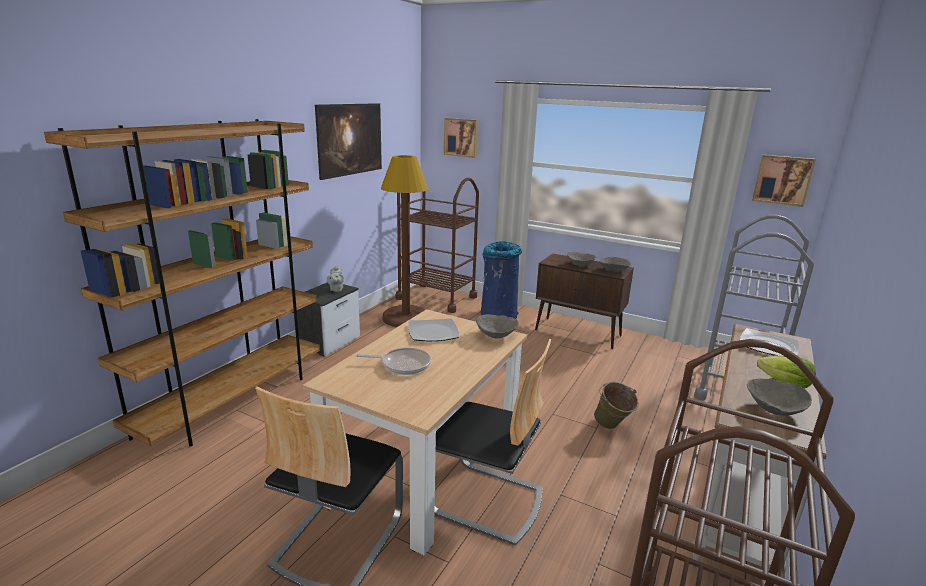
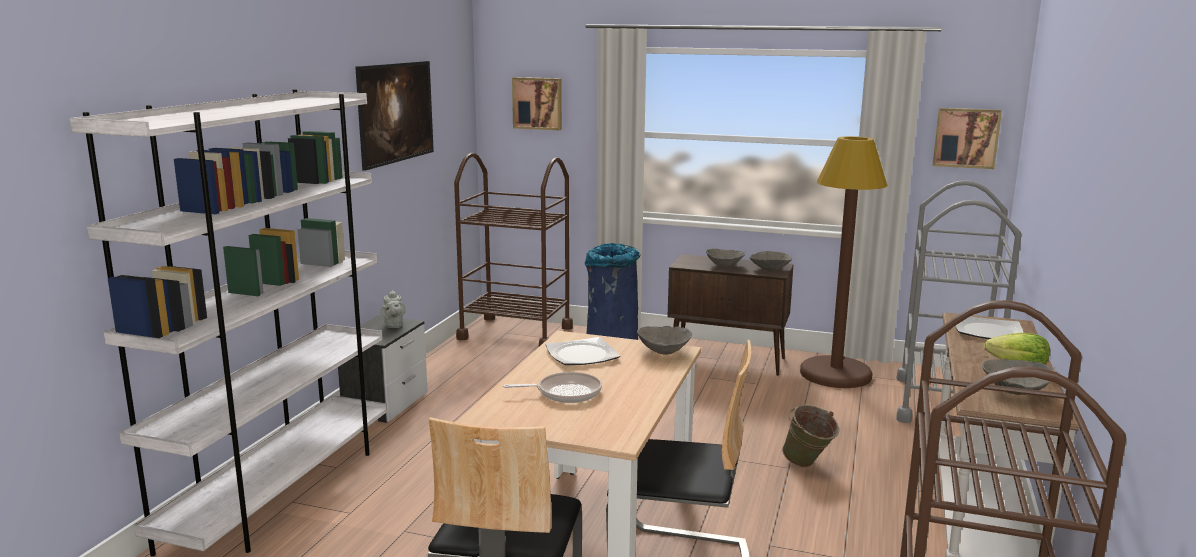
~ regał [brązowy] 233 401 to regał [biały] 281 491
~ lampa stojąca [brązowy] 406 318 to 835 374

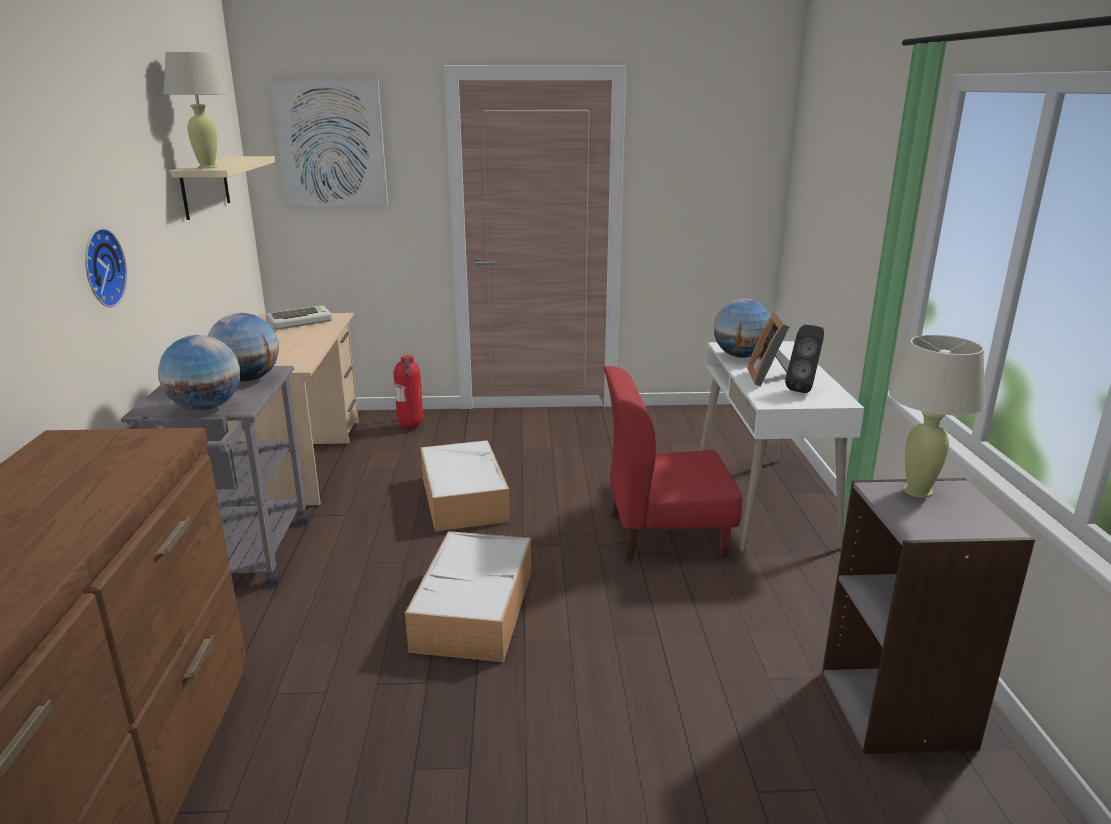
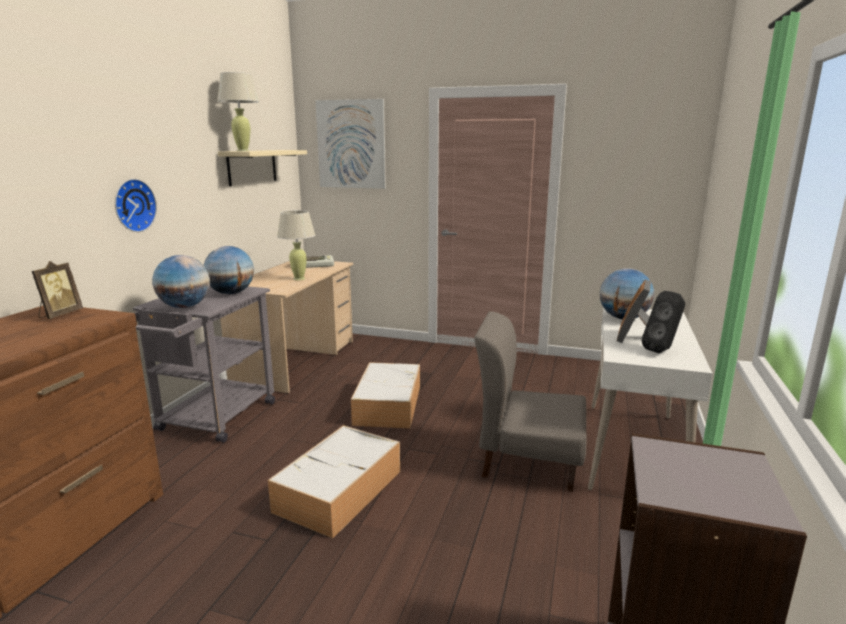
- gaśnica 411 427
~ krzesło [czerwony] 664 534 to krzesło [szary] 528 461
~ lampa stołowa [beżowy] 918 491 to 299 279
+ ramka na zdjęcie 59 315

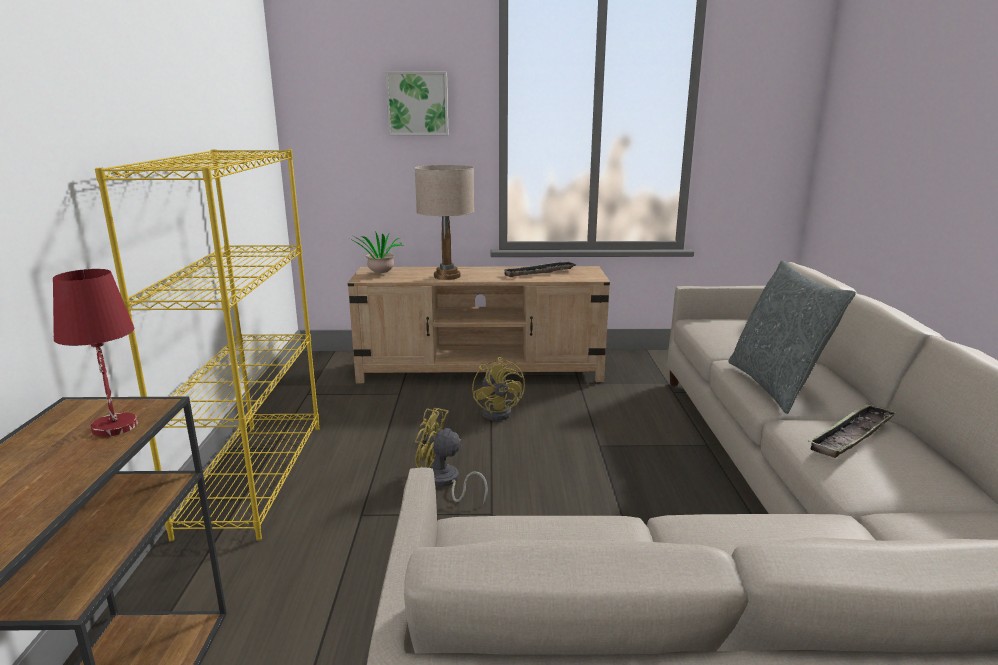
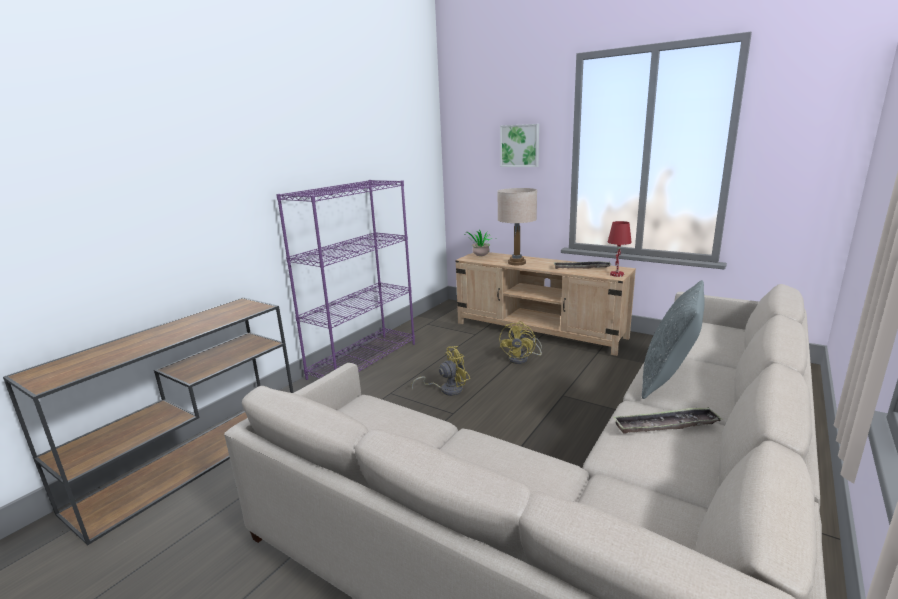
~ lampa stołowa [czerwony] 114 426 to 616 274
~ regał [żółty] 254 475 to regał [fioletowy] 364 360
~ wentylator [żółty] 444 482 = 447 389 105 degrees clockwise

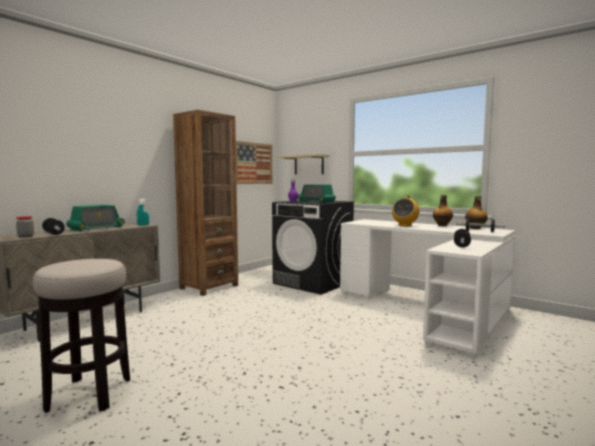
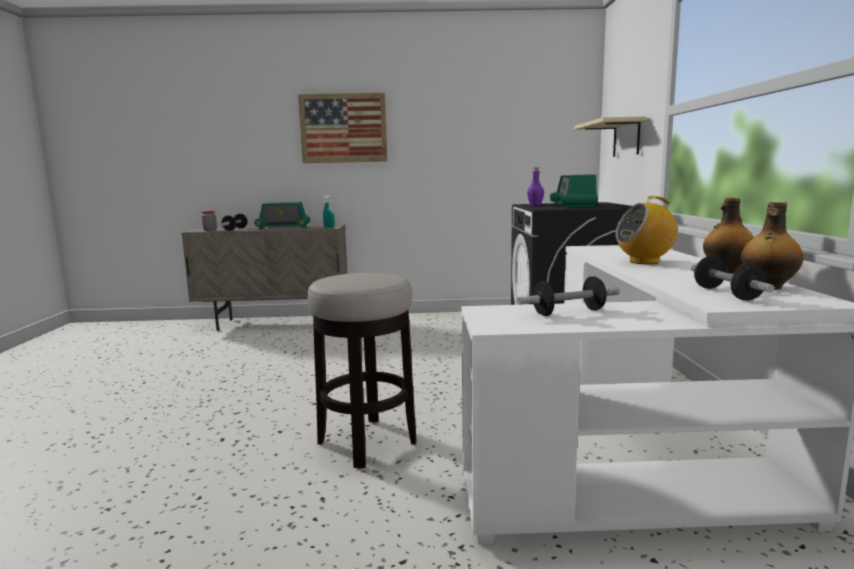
~ stołek 89 394 to 367 442
- regał [brązowy] 209 287
~ obraz 253 163 to 343 128

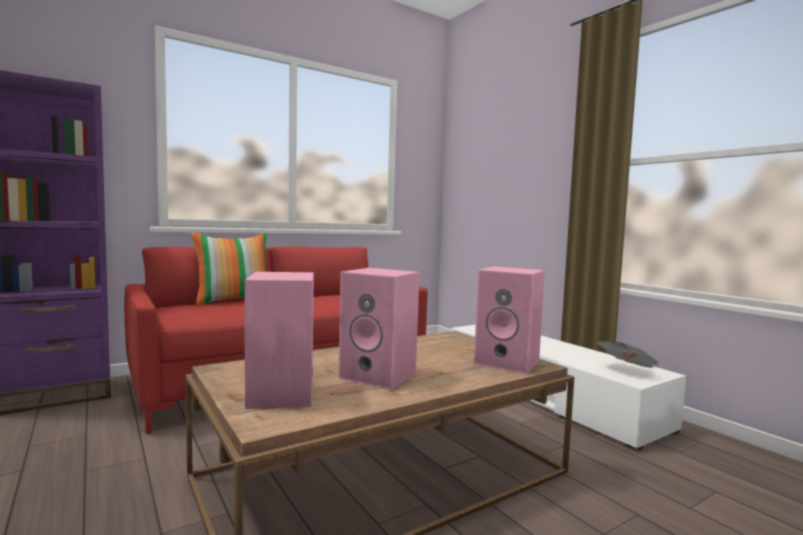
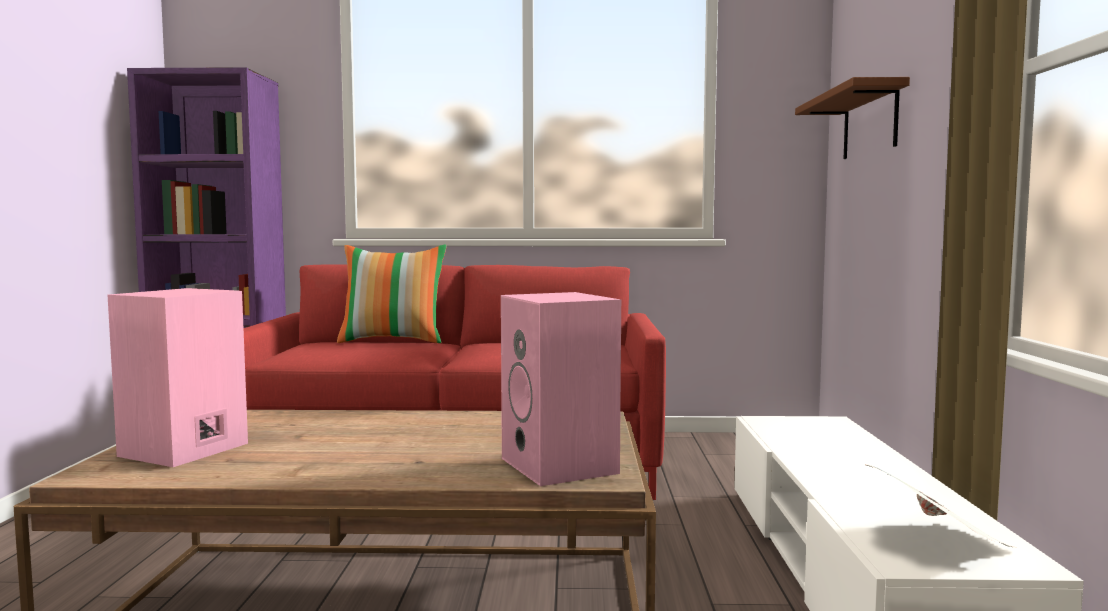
- głośnik [różowy] 380 375
+ półka [brązowy] 870 123

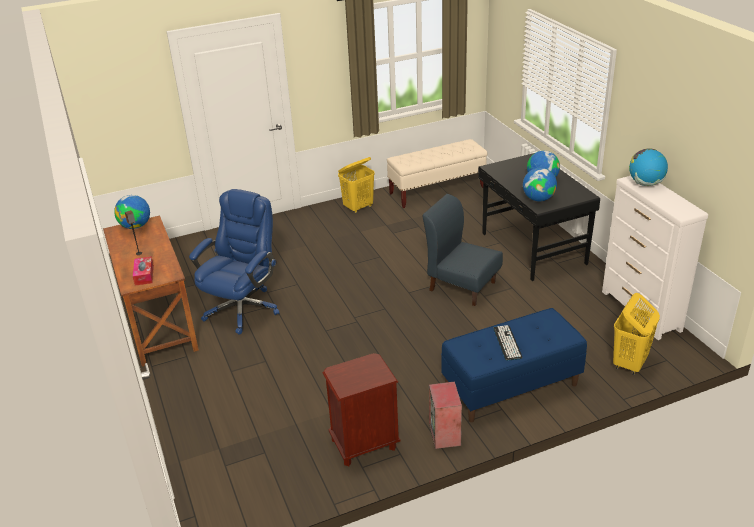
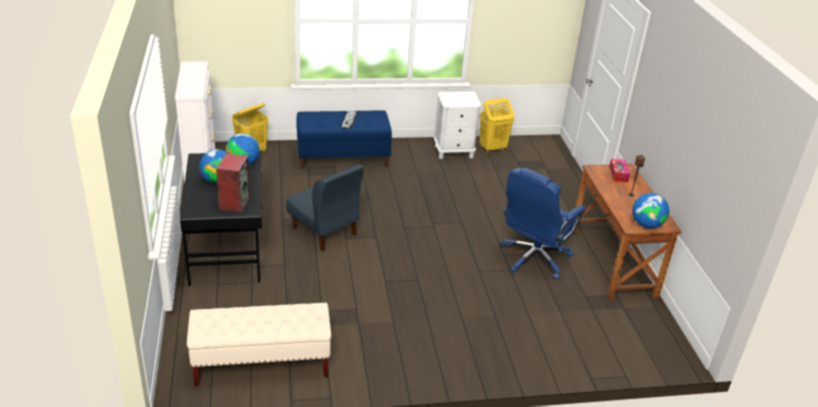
~ szafka nocna [brązowy] 363 444 to szafka nocna [biały] 454 152
~ kosz na pranie [żółty] 358 207 to 492 148
~ głośnik 445 435 to 234 202
- globus 645 184

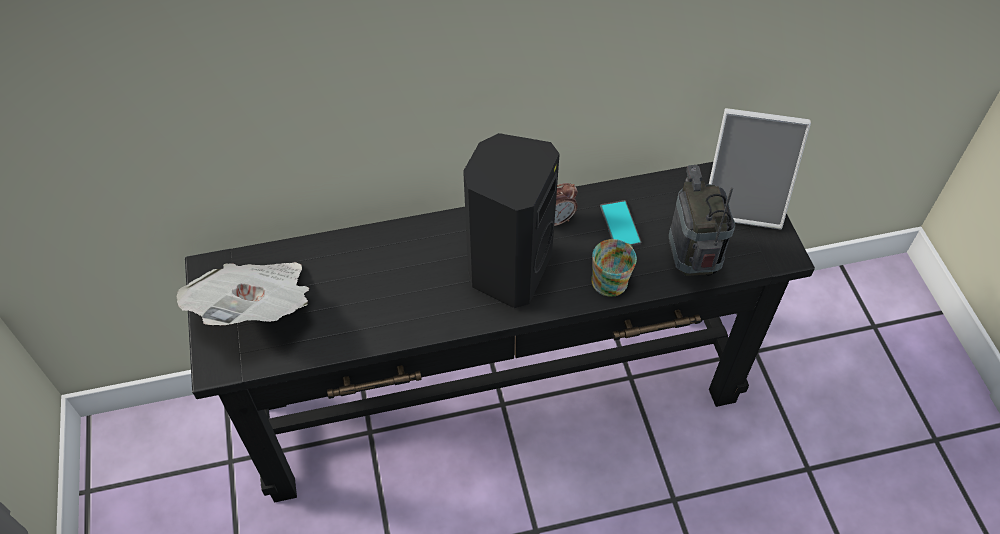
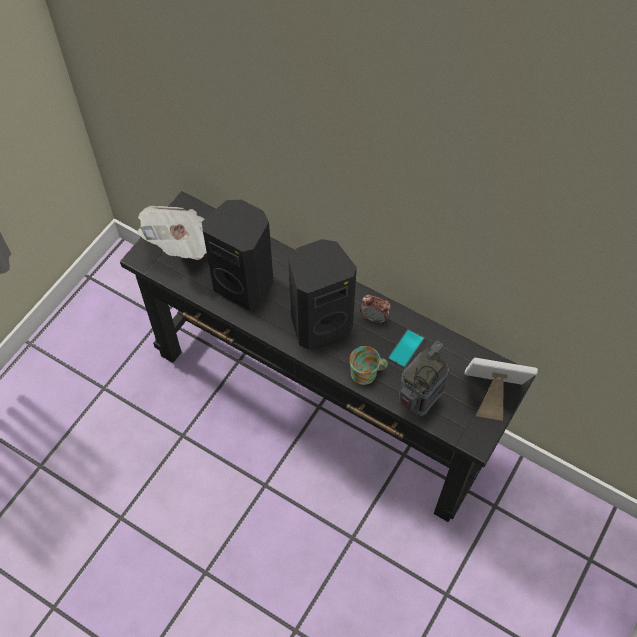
~ ramka na zdjęcie 743 202 = 491 394 135 degrees clockwise
+ głośnik [czarny] 245 285

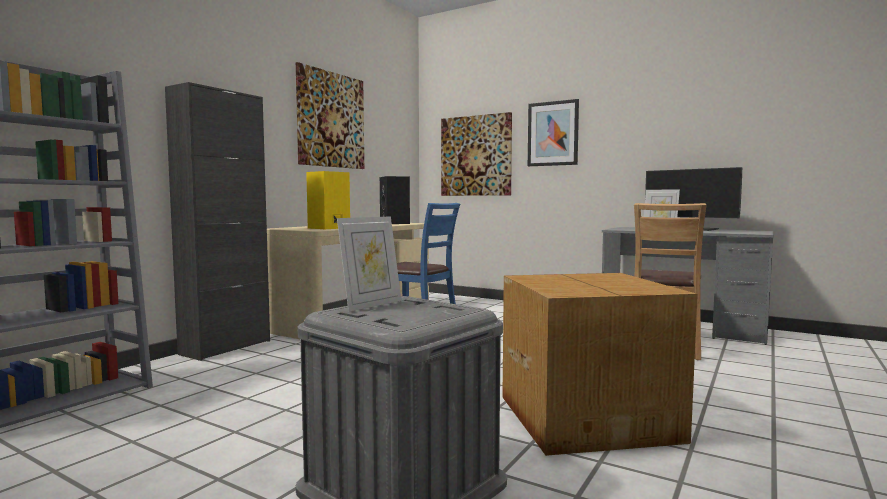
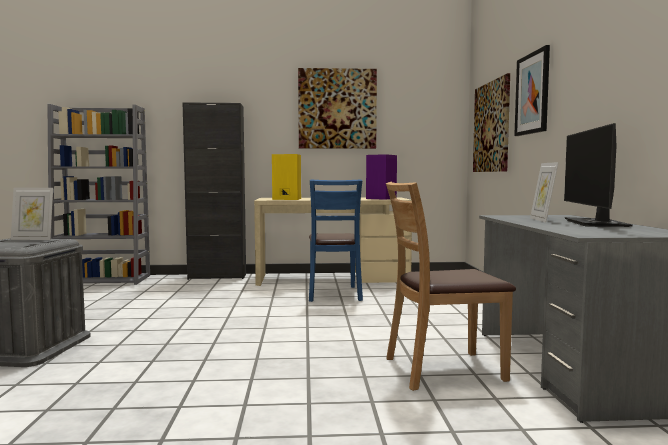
~ głośnik [czarny] 395 223 to głośnik [fioletowy] 381 198
- karton 587 417

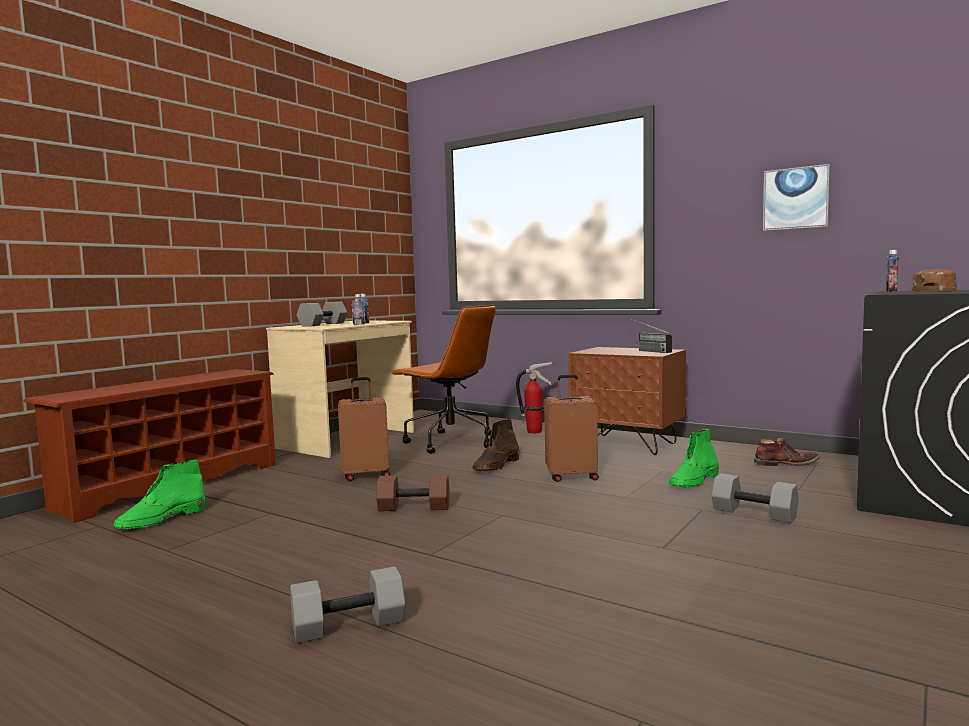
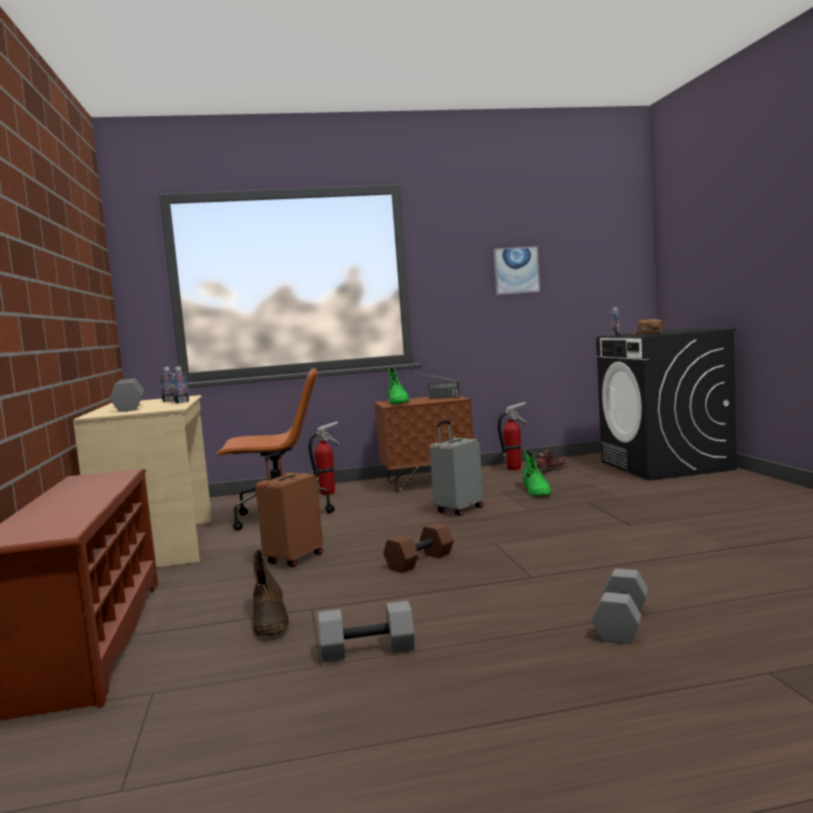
~ but z cholewką [zielony] 161 520 to 398 402
~ but z cholewką [brązowy] 496 466 to 270 621
~ walizka [brązowy] 571 476 to walizka [szary] 458 510
~ hantel [szary] 755 513 to 368 649
+ gaśnica 514 469

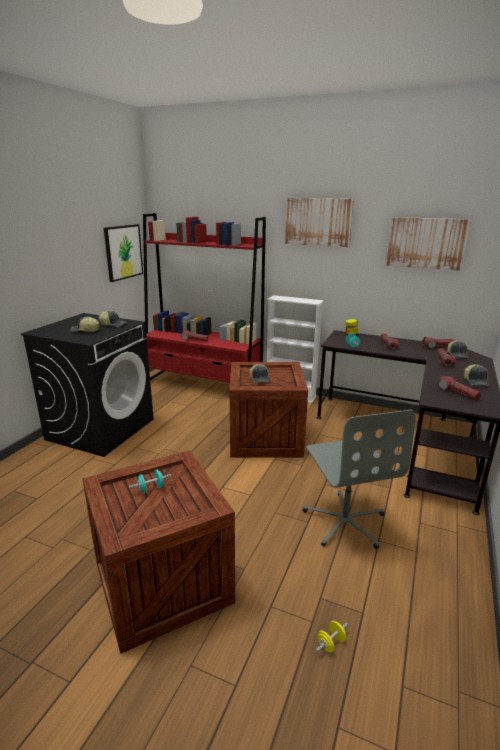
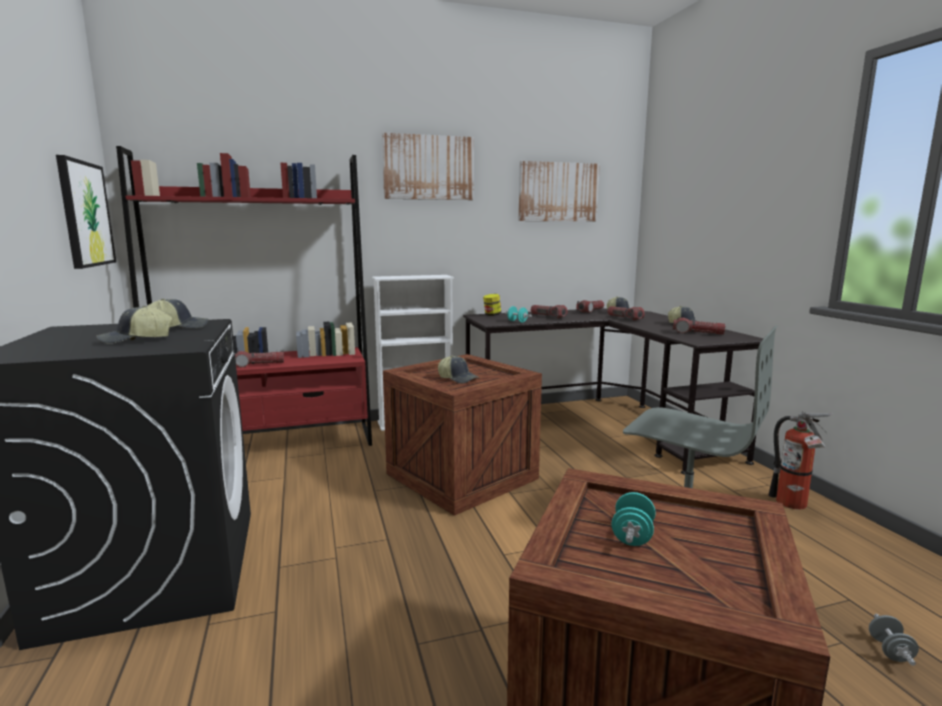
~ hantel [żółty] 331 643 to hantel [szary] 890 651
+ gaśnica 794 505

